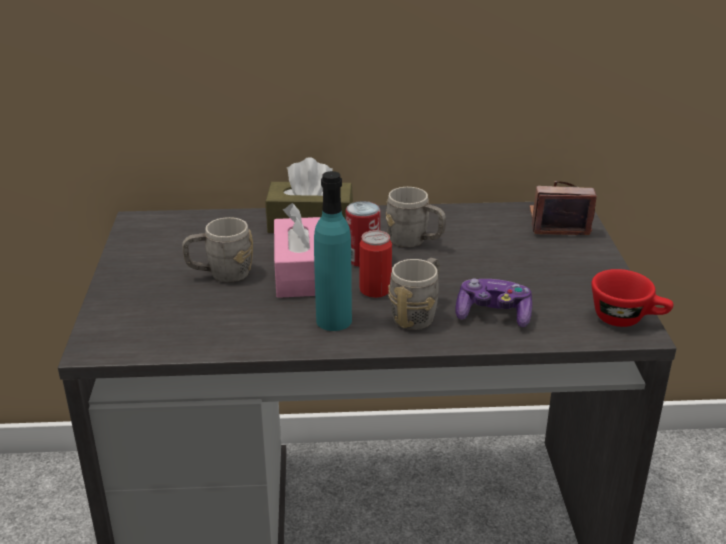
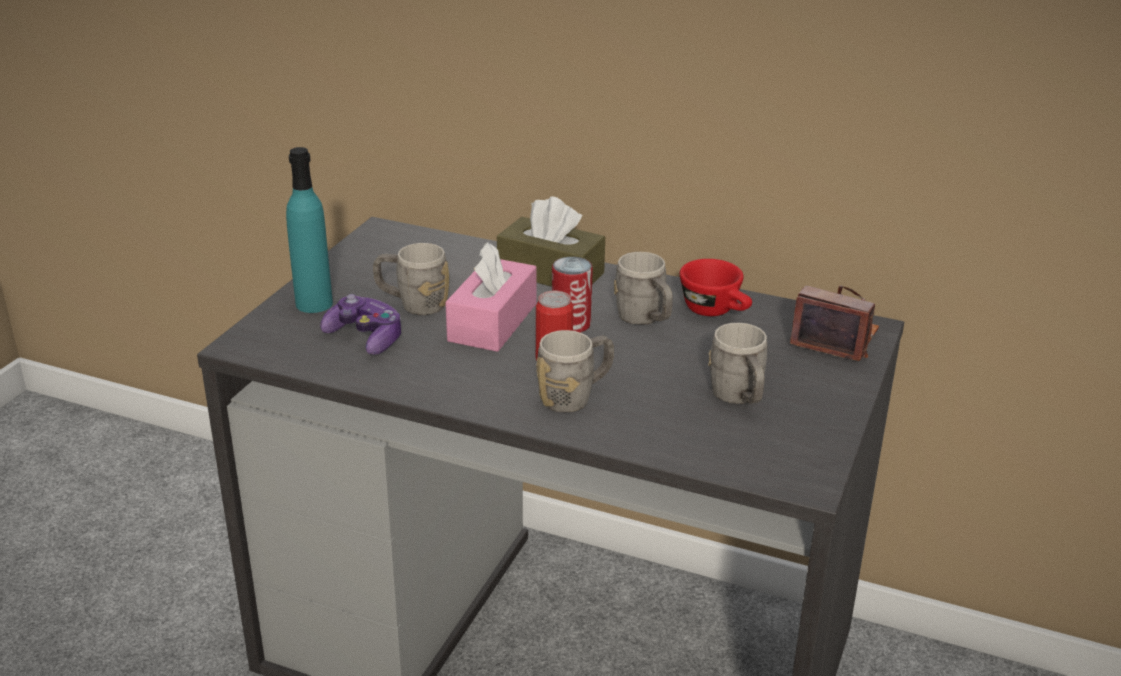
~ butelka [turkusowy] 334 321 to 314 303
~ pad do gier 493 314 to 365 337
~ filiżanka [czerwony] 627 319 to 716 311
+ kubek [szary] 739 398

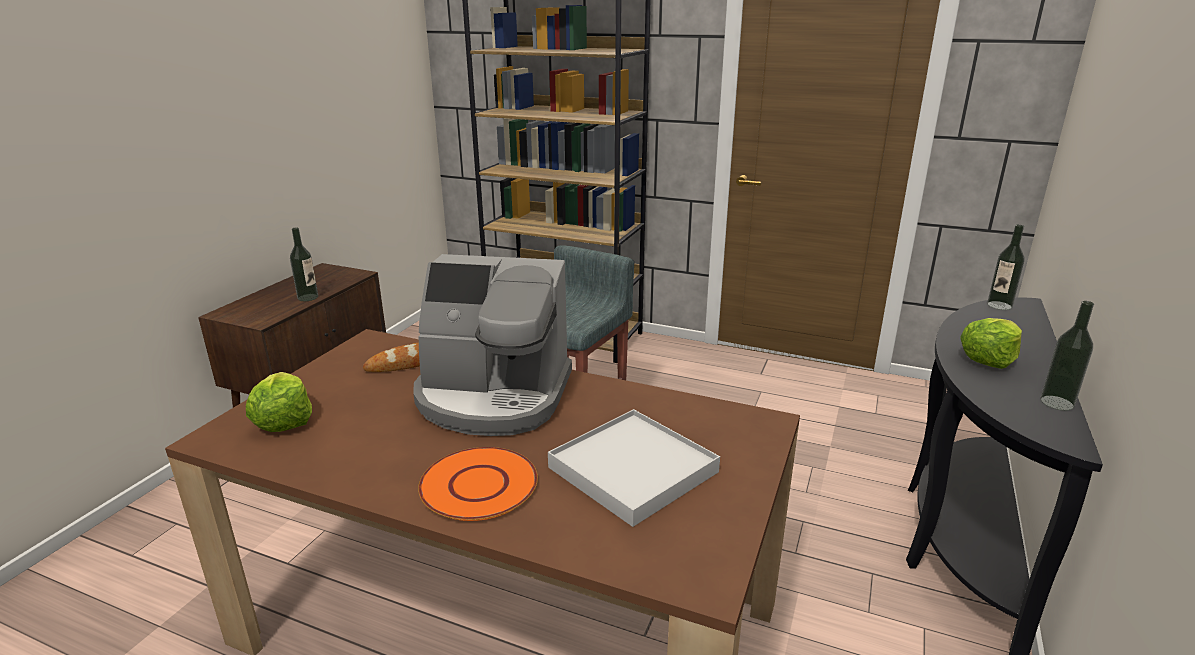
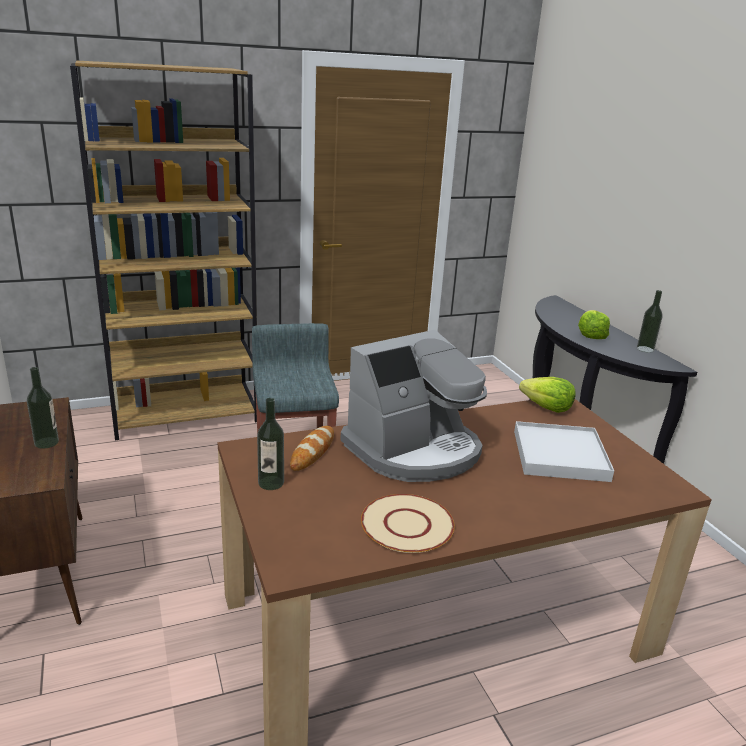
~ sałata 283 420 to 547 407
- talerz [pomarańczowy] 478 485
~ butelka 999 305 to 271 483
+ talerz [beżowy] 407 525

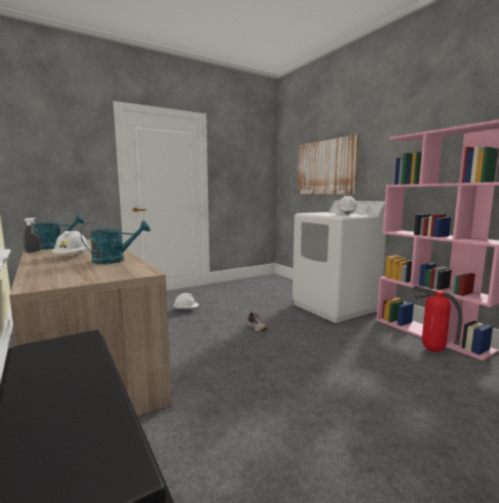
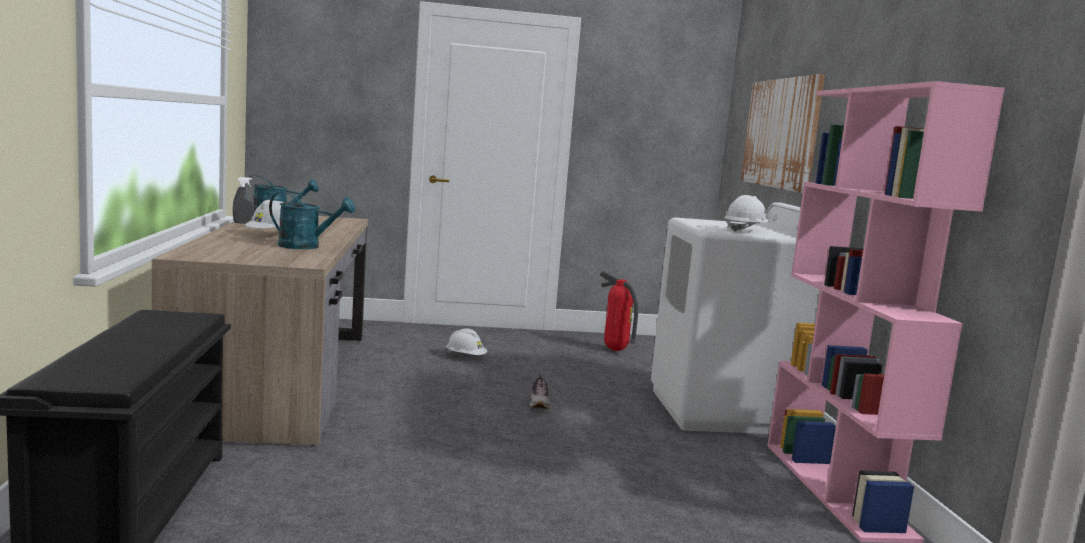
~ gaśnica 432 351 to 614 350

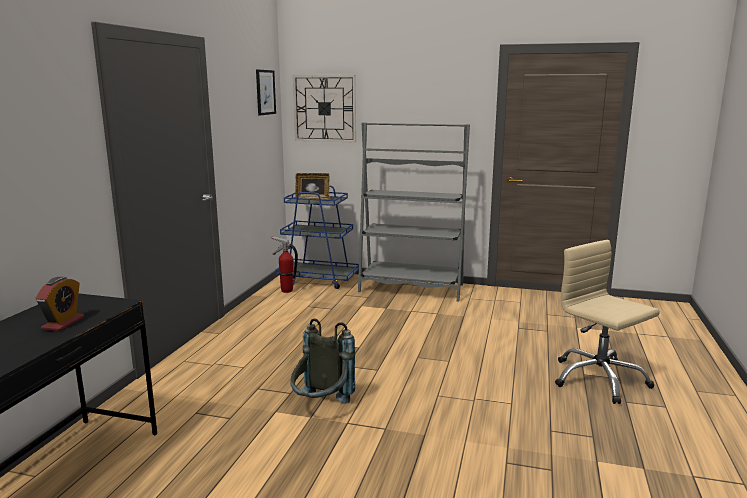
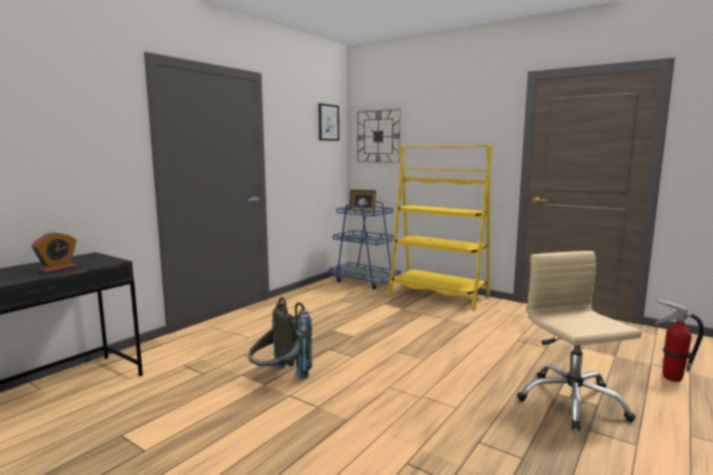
~ gaśnica 286 291 to 671 377
~ regał [szary] 411 288 to regał [żółty] 438 296

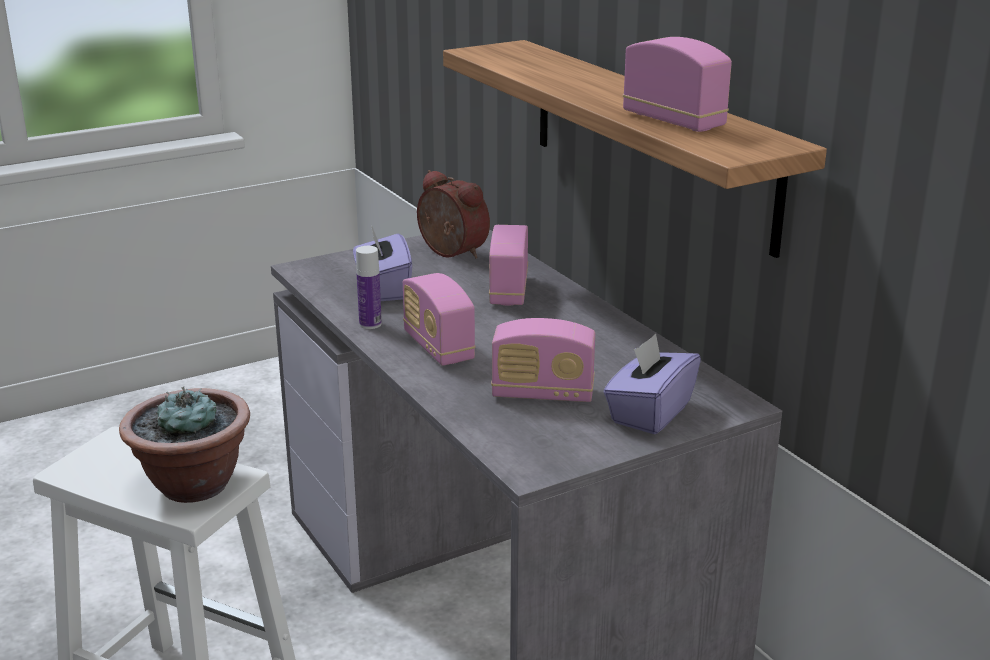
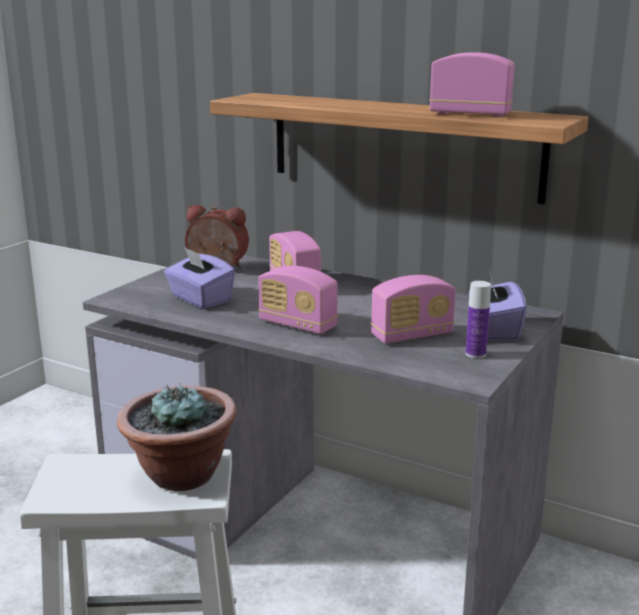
~ butelka 370 324 to 475 354

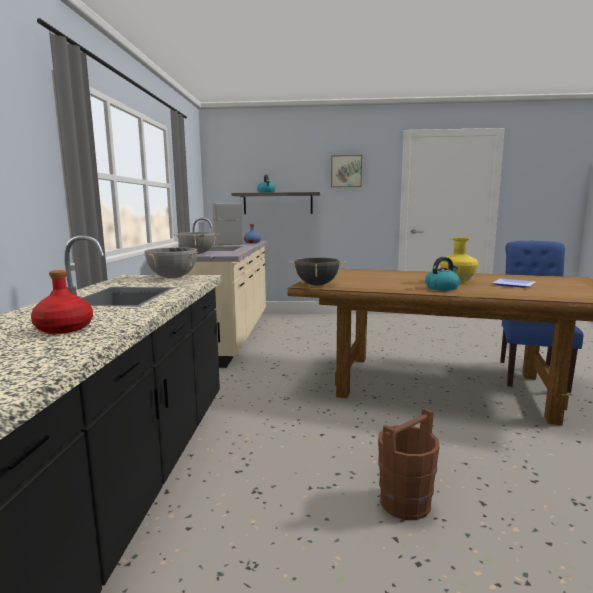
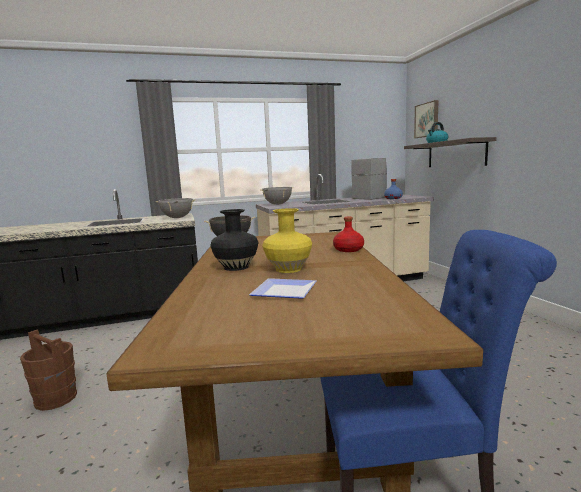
~ butelka [czerwony] 65 328 to 349 250
~ obraz 346 171 to 427 120
~ czajnik 442 288 to wazon [czarny] 236 267

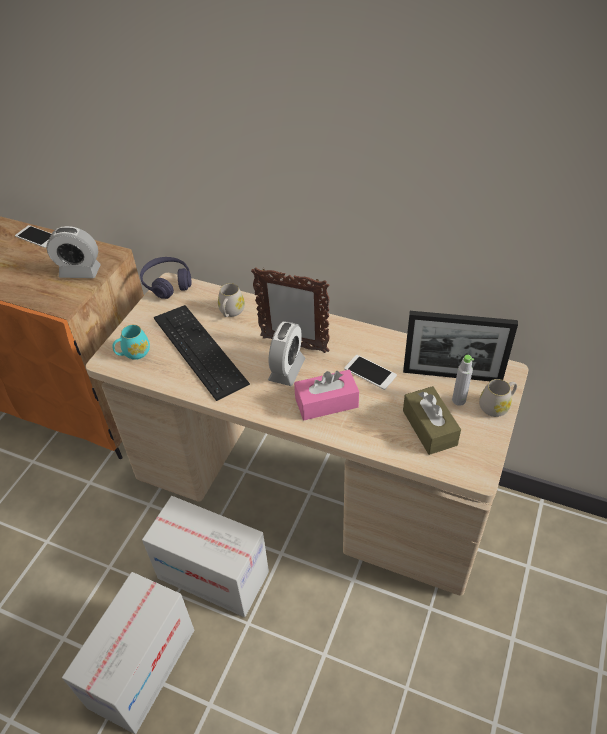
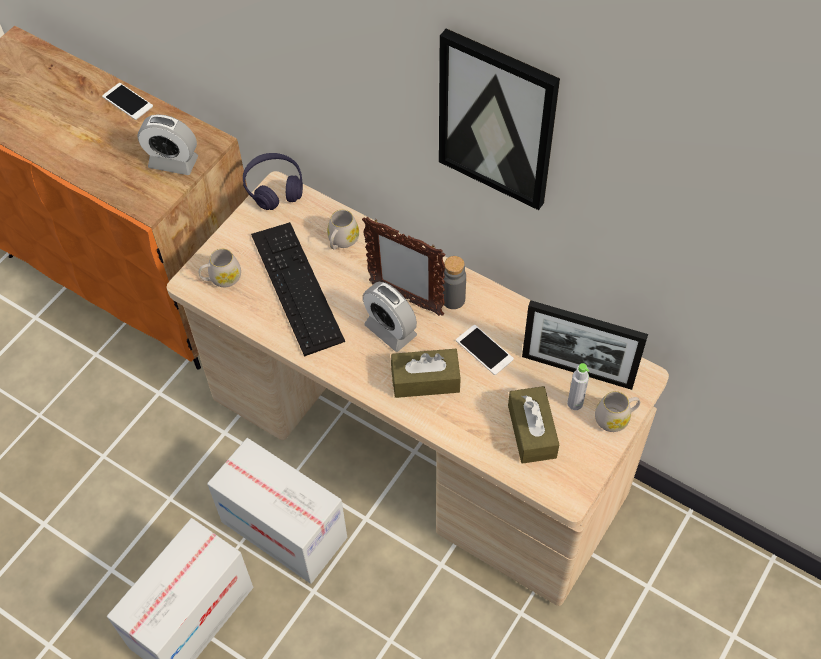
~ kubek [turkusowy] 133 353 to kubek [biały] 222 279
~ budzik 287 370 = 390 330 105 degrees clockwise
~ pudełko chusteczek [różowy] 326 403 to pudełko chusteczek [brązowy] 425 380
+ obraz 497 120
+ butelka [szary] 453 299

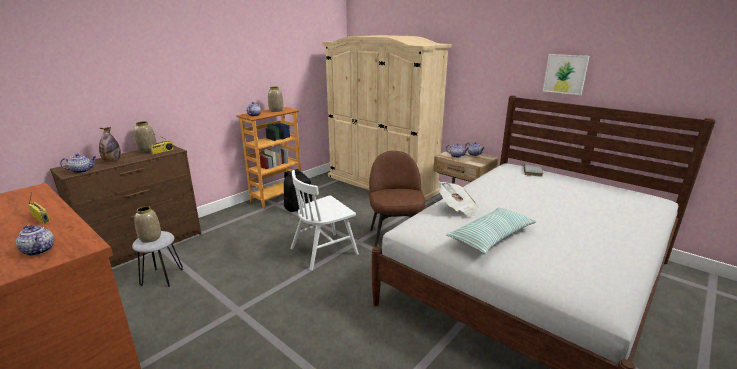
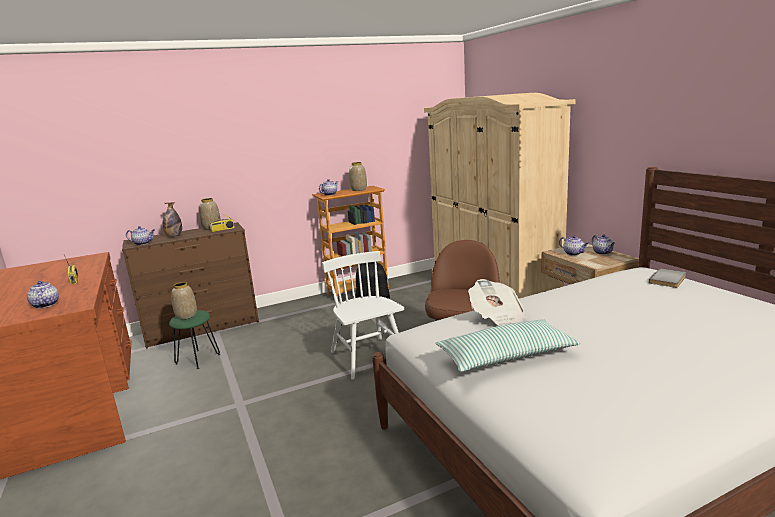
~ stołek [szary] 162 277 to stołek [zielony] 198 359
~ krzesło [biały] 324 251 = 368 357 75 degrees clockwise
- obraz 565 74

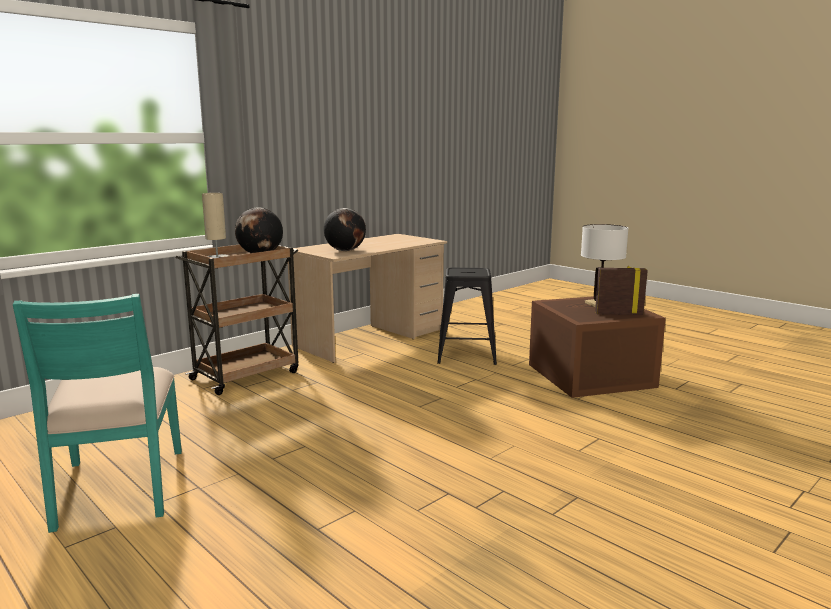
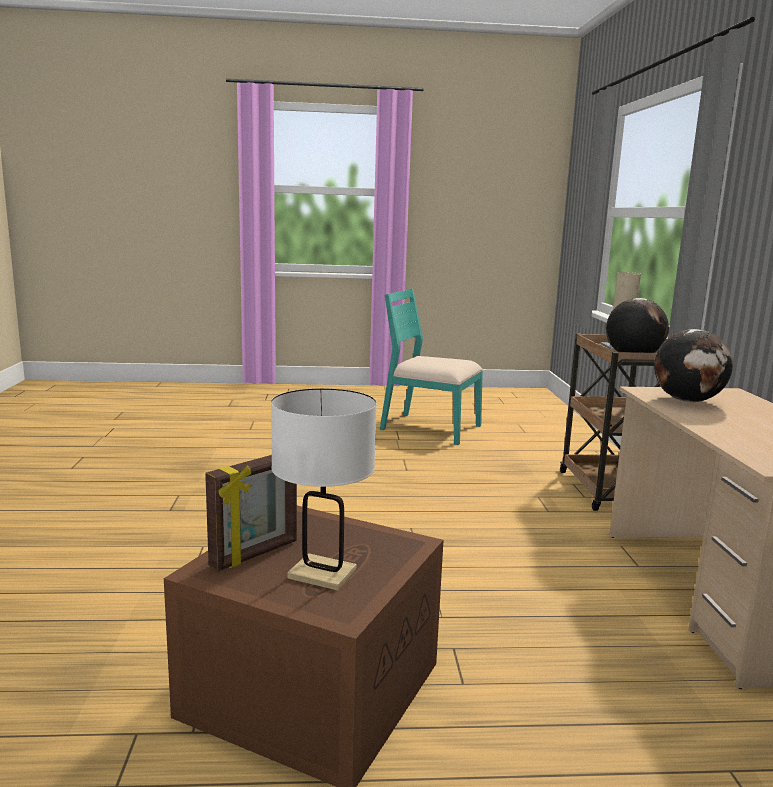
- stołek [czarny] 466 354

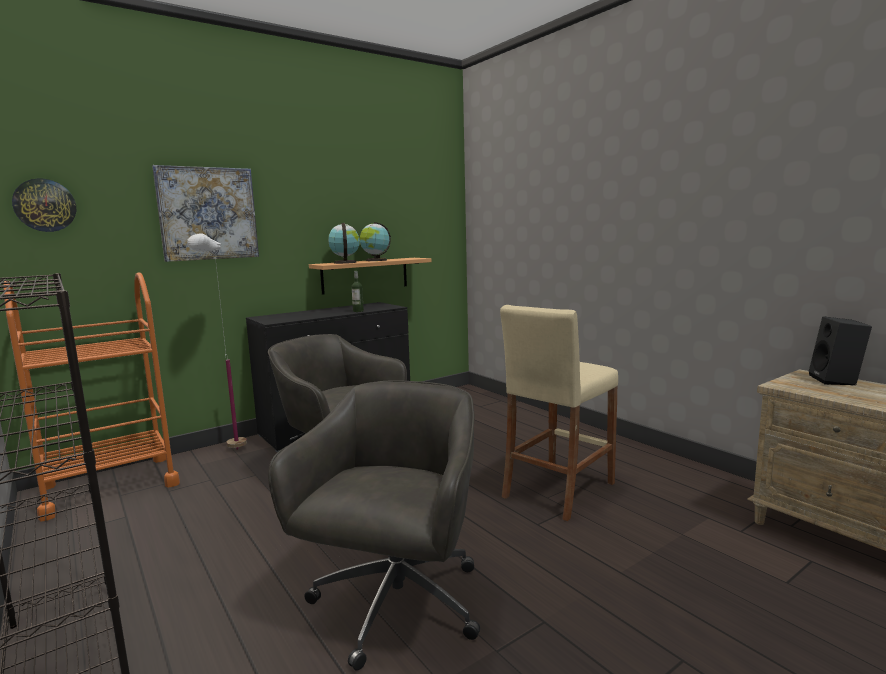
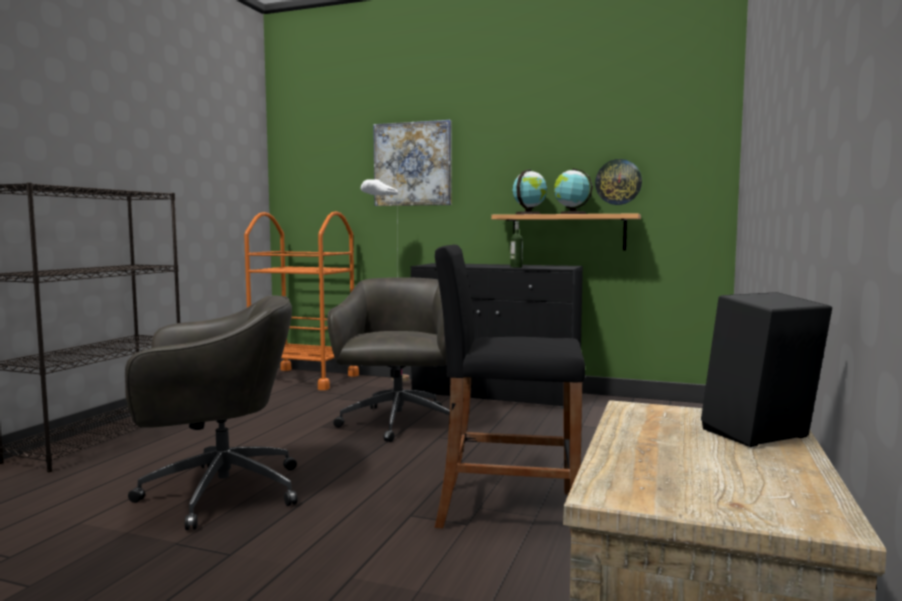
~ zegar ścienny 45 205 to 618 182
~ stołek [beżowy] 558 490 to stołek [czarny] 506 509

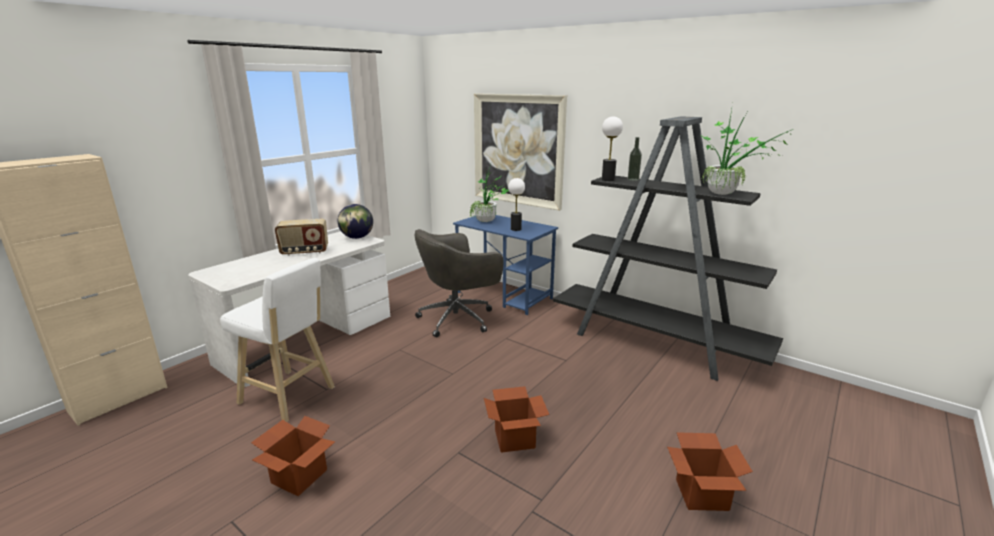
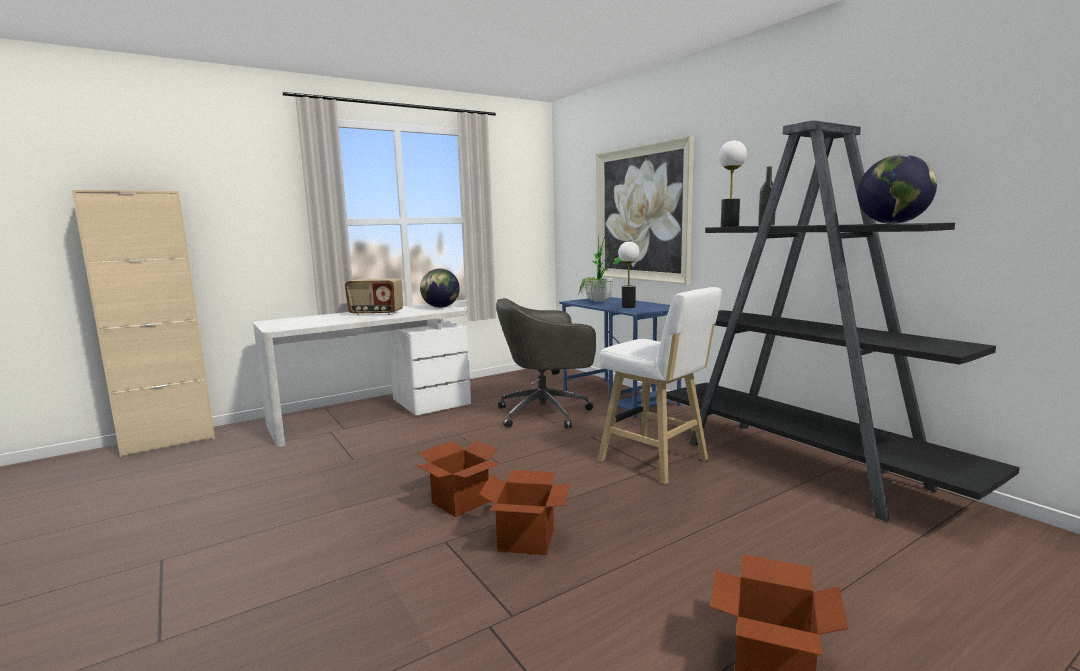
~ stołek [biały] 290 397 to 657 462
~ karton 299 476 to 461 502
~ roślina doniczkowa 727 194 to globus 893 223

